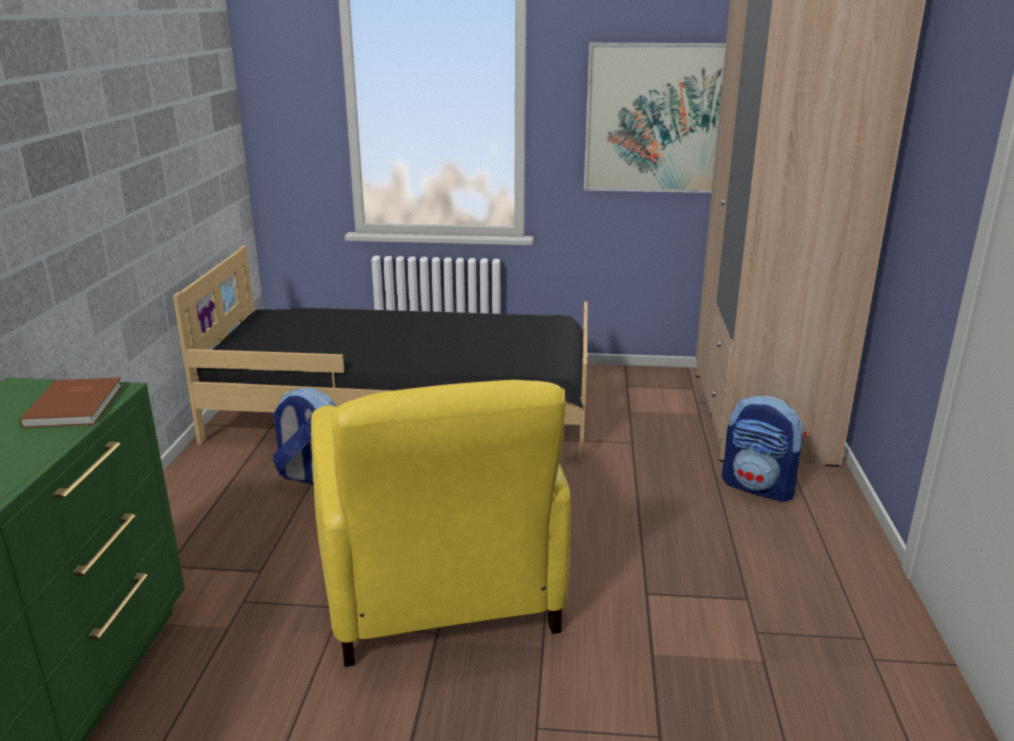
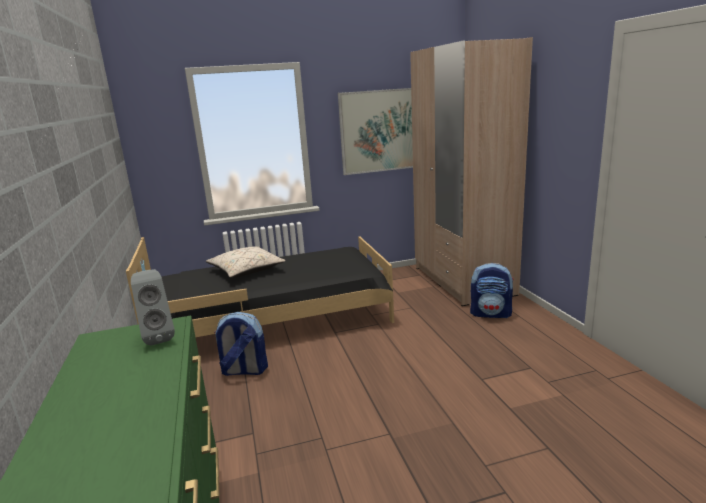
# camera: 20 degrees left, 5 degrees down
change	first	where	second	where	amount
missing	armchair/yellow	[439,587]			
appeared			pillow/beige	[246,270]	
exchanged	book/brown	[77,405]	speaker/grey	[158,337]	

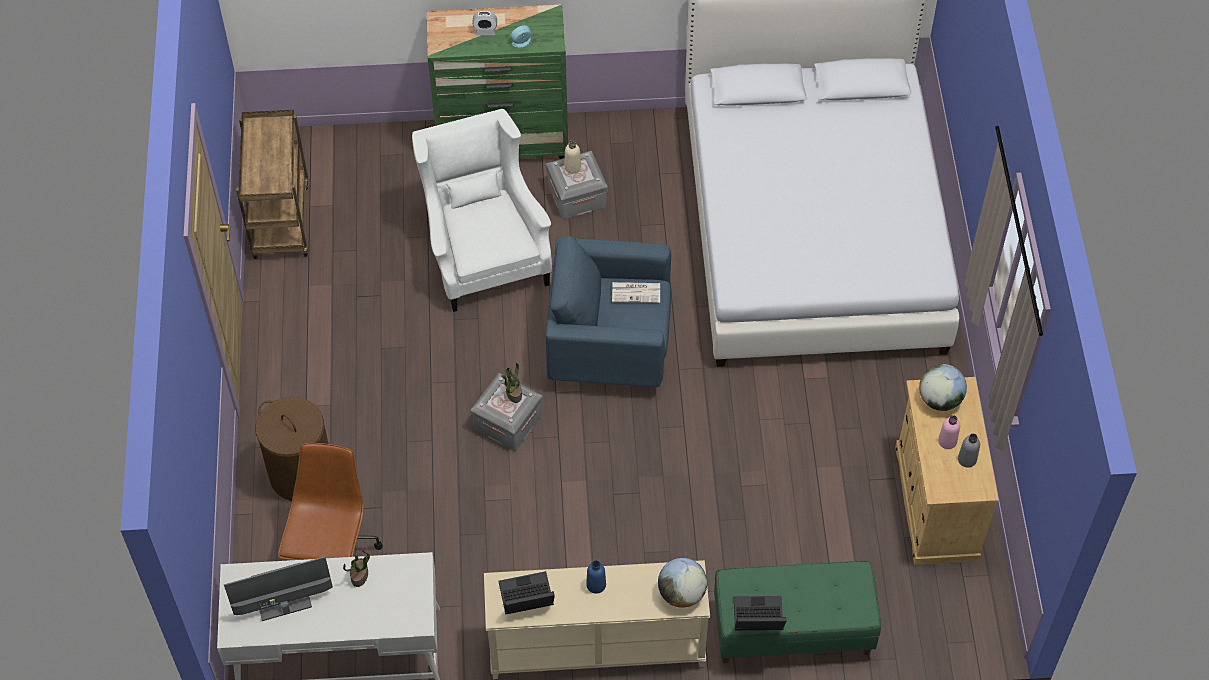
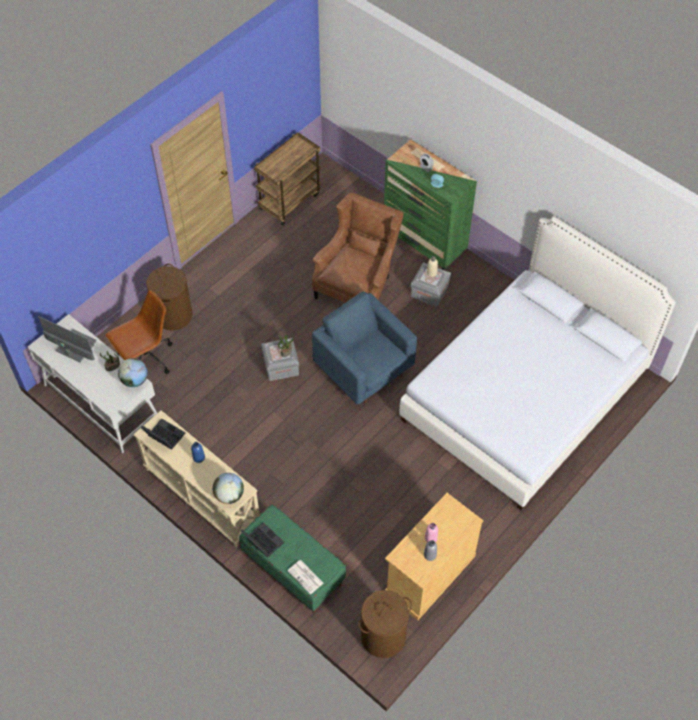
# camera: 45 degrees right, 0 degrees up
change	first	where	second	where	amount
appeared			laundry basket/brown	[383,636]	
relocated	newspaper	[637,292]		[306,577]	
relocated	globe	[940,399]		[135,380]	
colour	armchair/white	[484,253]	armchair/brown	[358,284]	

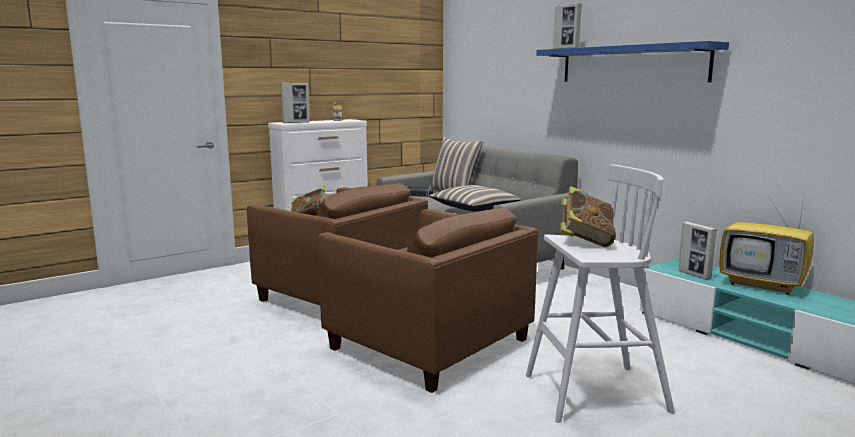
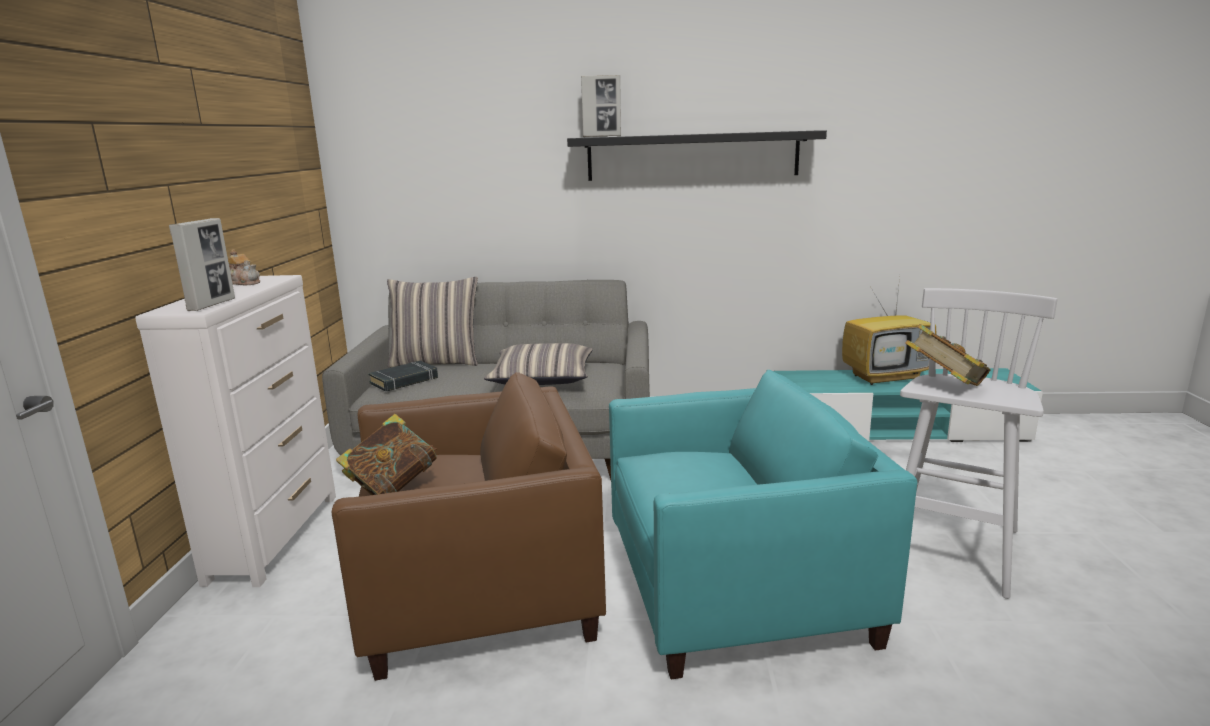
# camera: 50 degrees left, 5 degrees up
change	first	where	second	where	amount
missing	picture frame	[694,275]			
colour	armchair/brown	[429,344]	armchair/turquoise	[738,590]	
colour	shelf/blue	[631,64]	shelf/black	[692,156]	

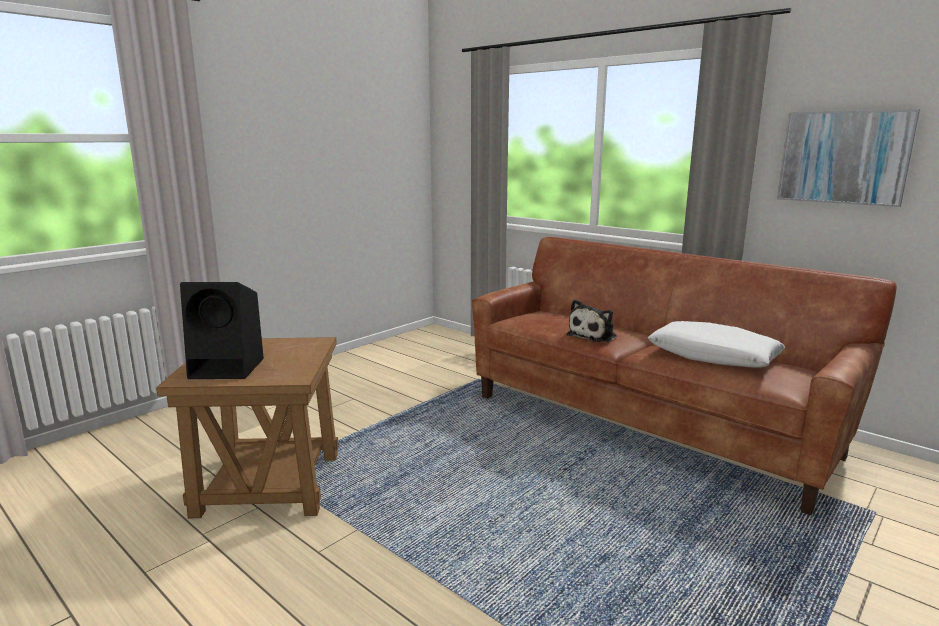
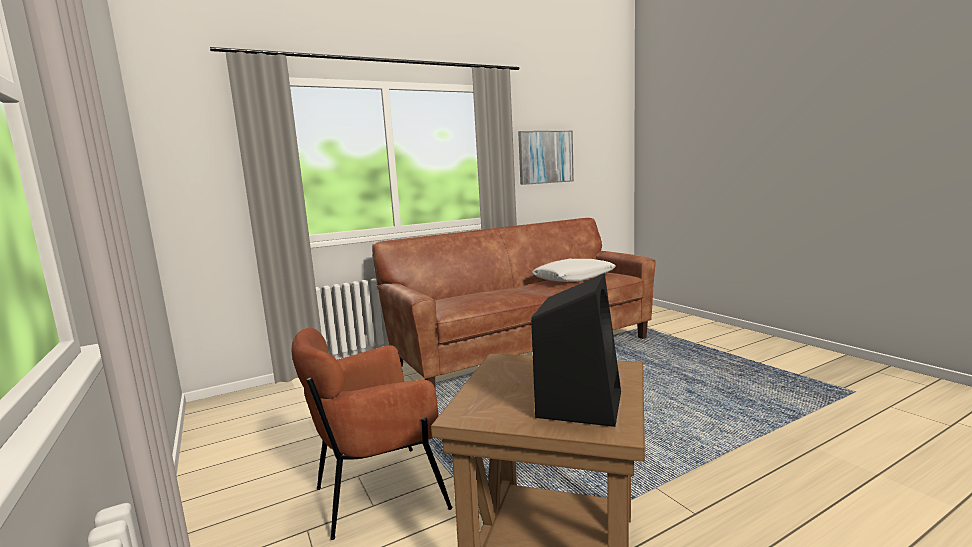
# camera: 70 degrees left, 5 degrees down
change	first	where	second	where	amount
missing	plush toy	[593,335]			
appeared			armchair/brown	[379,493]	

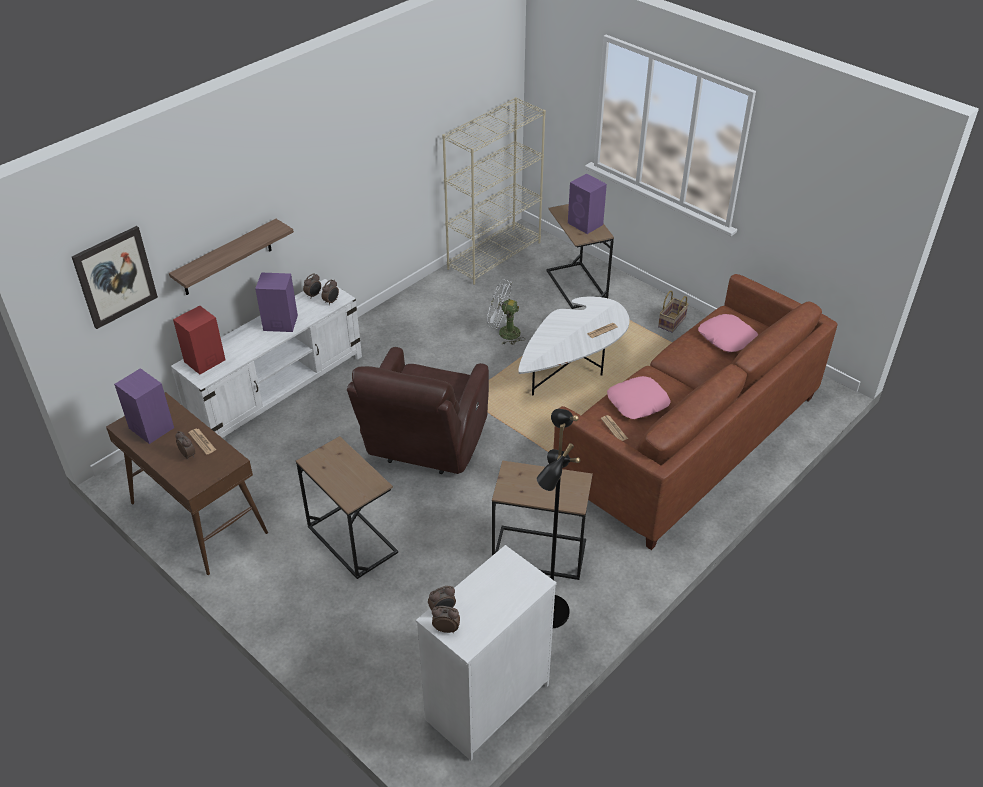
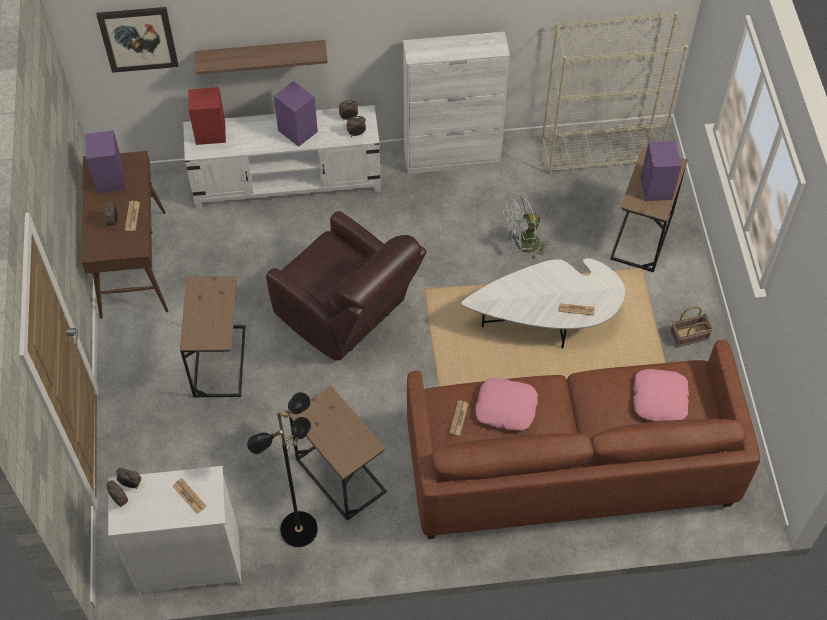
# camera: 40 degrees right, 15 degrees up
change	first	where	second	where	amount
appeared			newspaper	[189,496]	
appeared			cabinet/white	[452,158]	
spun	armchair/brown	[424,446]		[347,315]	105 degrees counterclockwise
spun	fan/white	[504,333]		[522,245]	75 degrees counterclockwise

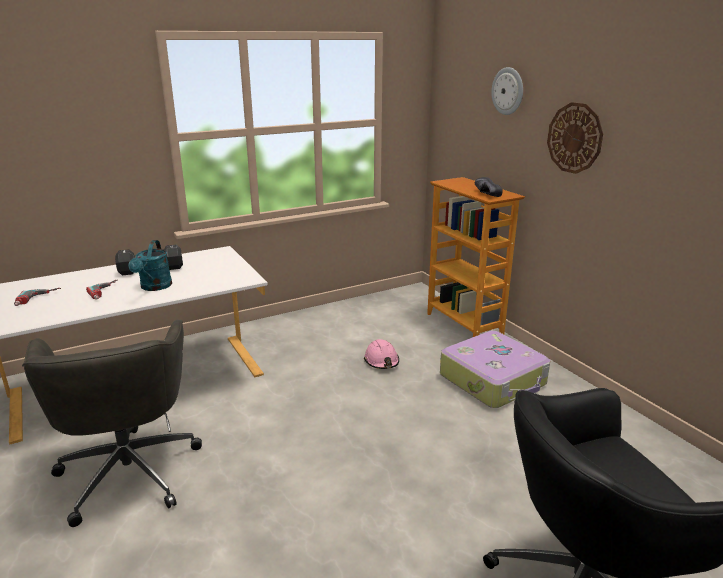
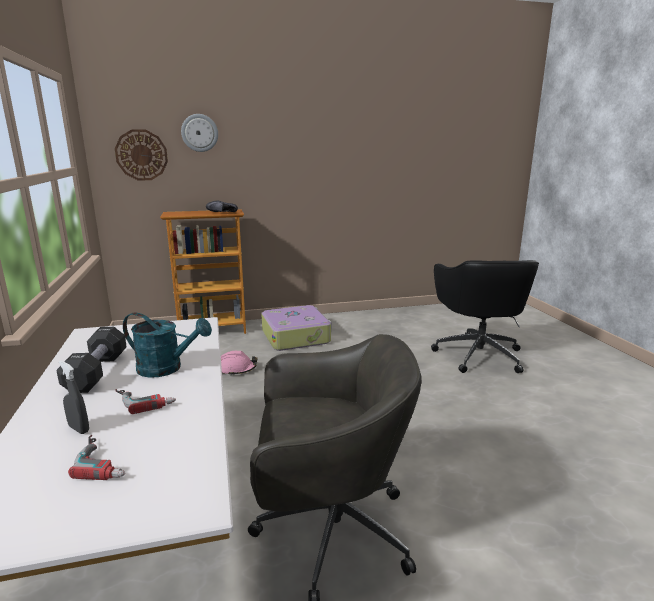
# camera: 75 degrees left, 5 degrees down
change	first	where	second	where	amount
appeared			spray bottle/grey	[79,429]	
relocated	wall clock	[574,138]		[141,155]	

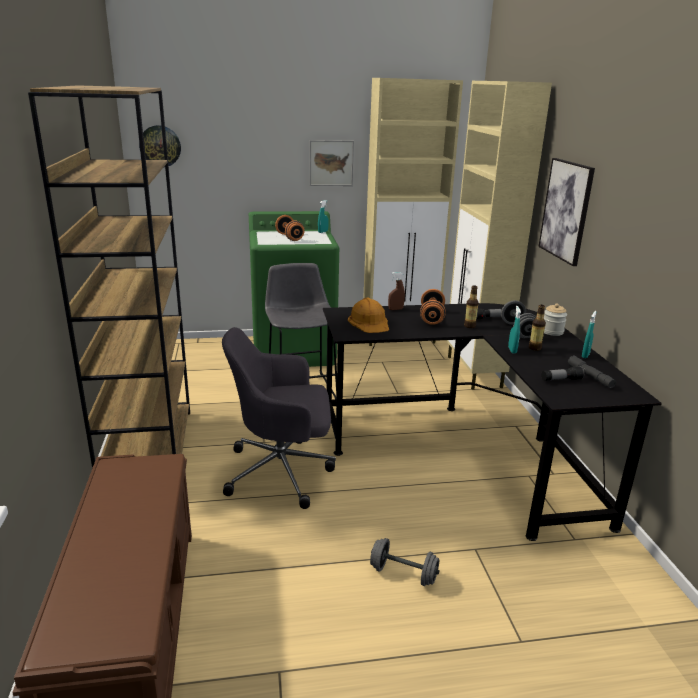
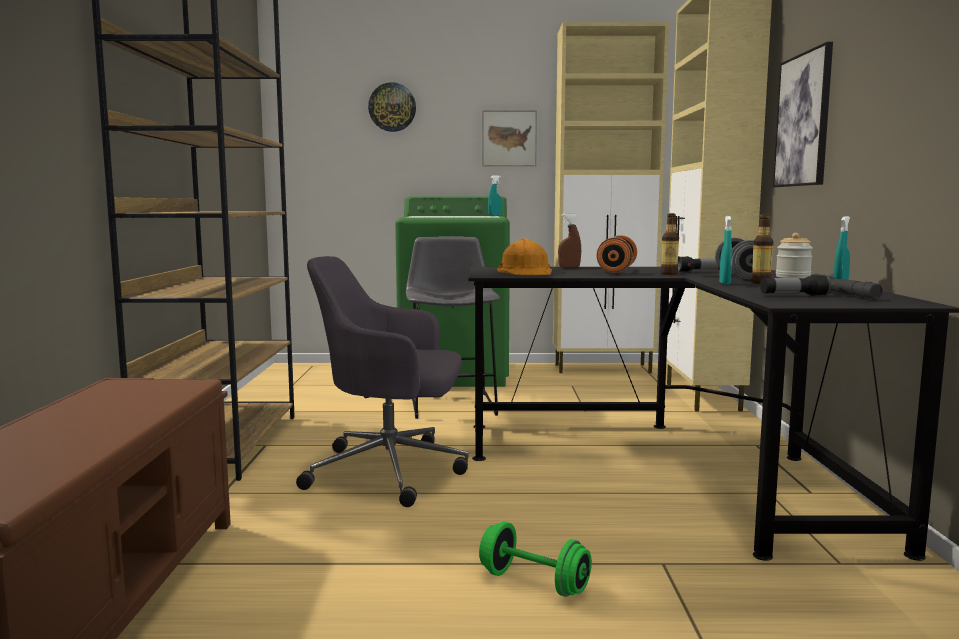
# camera: 10 degrees right, 15 degrees down
change	first	where	second	where	amount
missing	dumbbell/orange	[289,237]			
relocated	wall clock	[160,146]		[392,107]	
colour	dumbbell/grey	[403,574]	dumbbell/green	[534,582]	

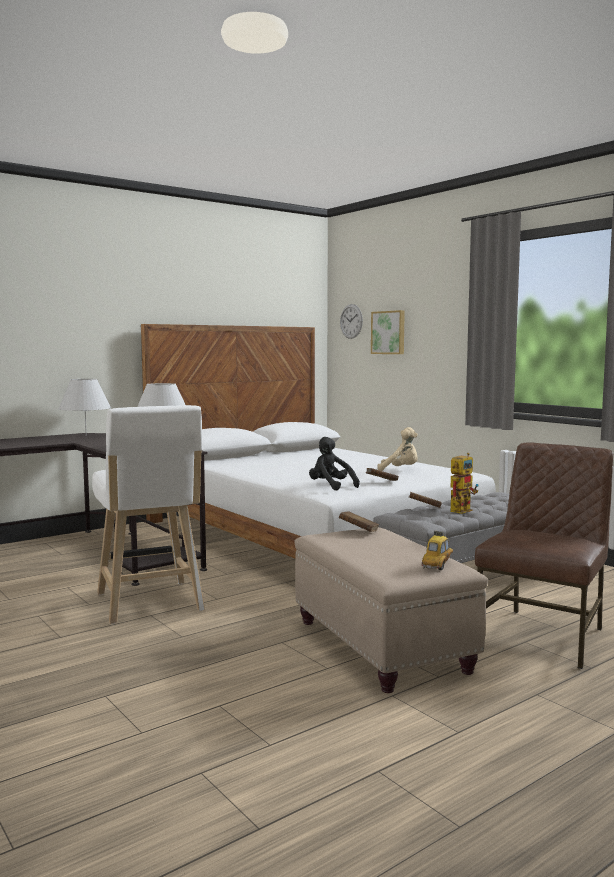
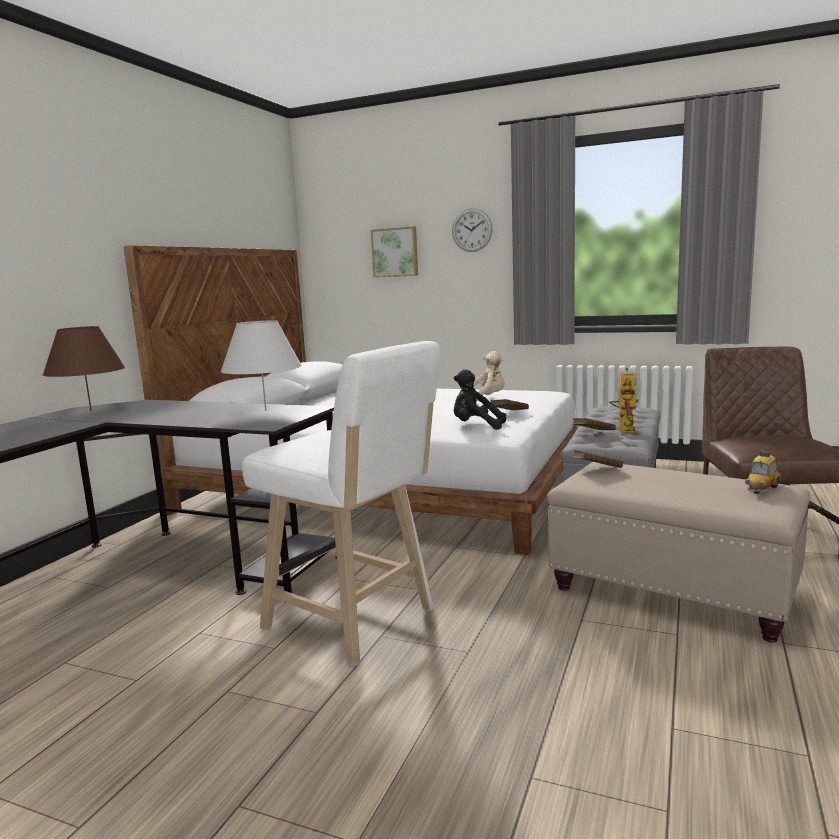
# camera: 30 degrees left, 5 degrees up
change	first	where	second	where	amount
relocated	wall clock	[351,321]		[472,230]	
colour	table lamp/white	[86,435]	table lamp/brown	[90,410]	
spun	toy car	[438,565]		[762,489]	135 degrees counterclockwise

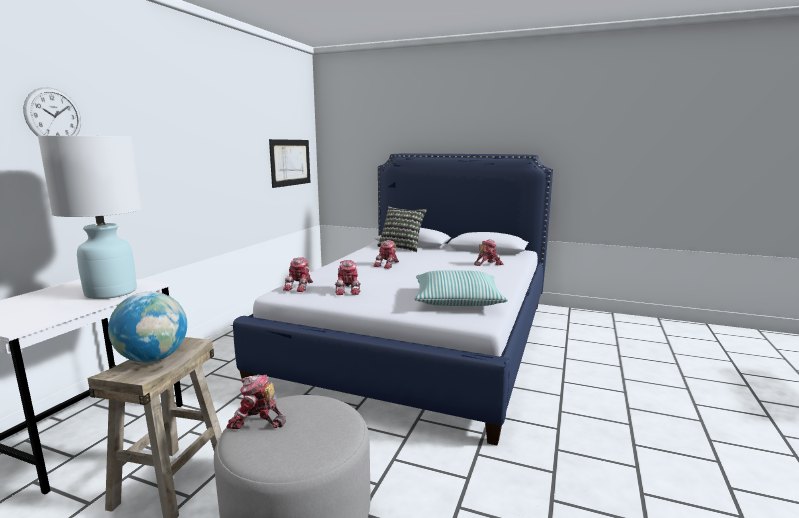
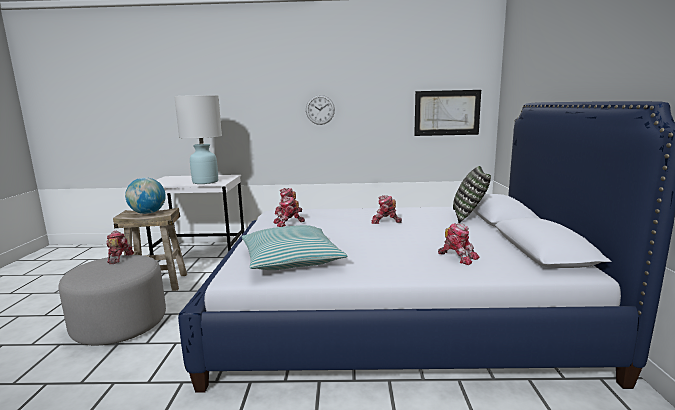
# camera: 70 degrees right, 0 degrees up
change	first	where	second	where	amount
relocated	wall clock	[53,116]		[320,109]	

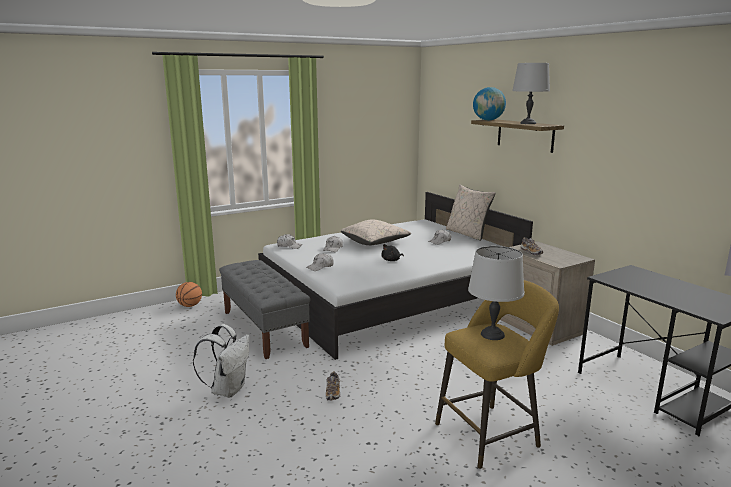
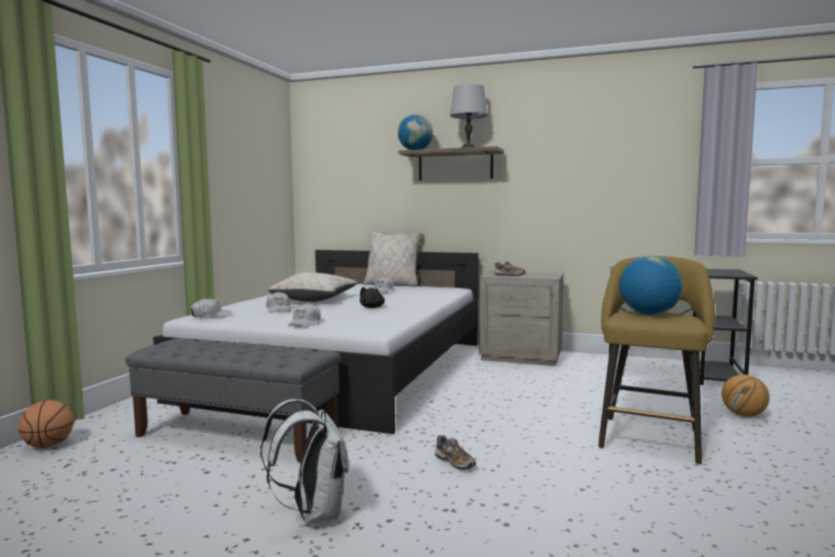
# camera: 40 degrees left, 10 degrees down
change	first	where	second	where	amount
appeared			basketball	[744,415]	
exchanged	table lamp/grey	[492,334]	globe	[648,314]	

